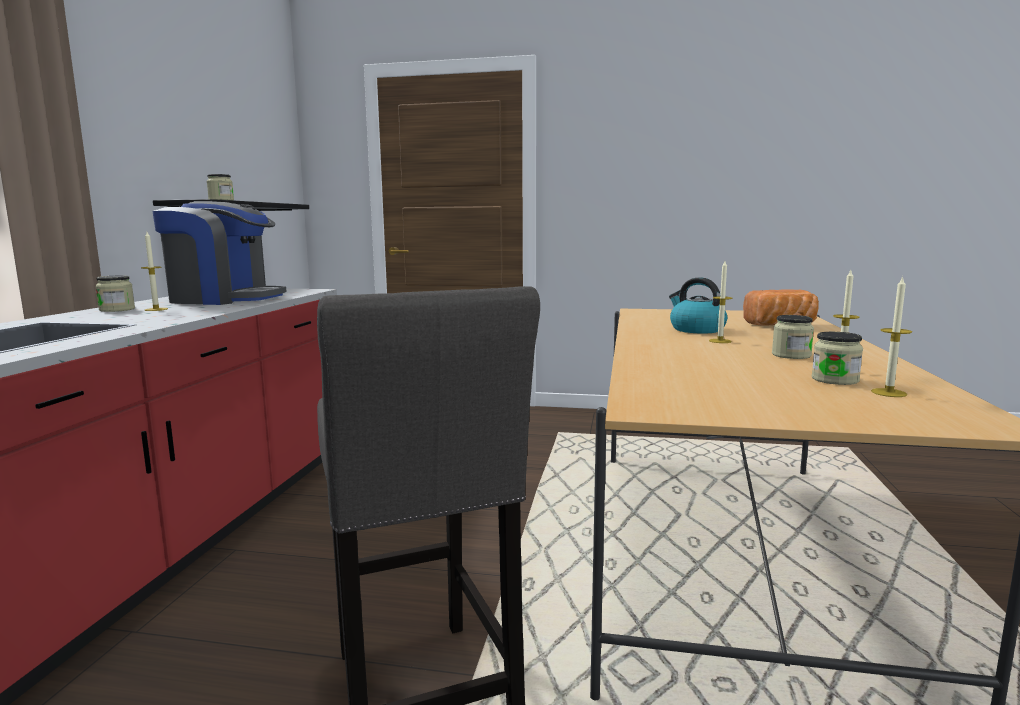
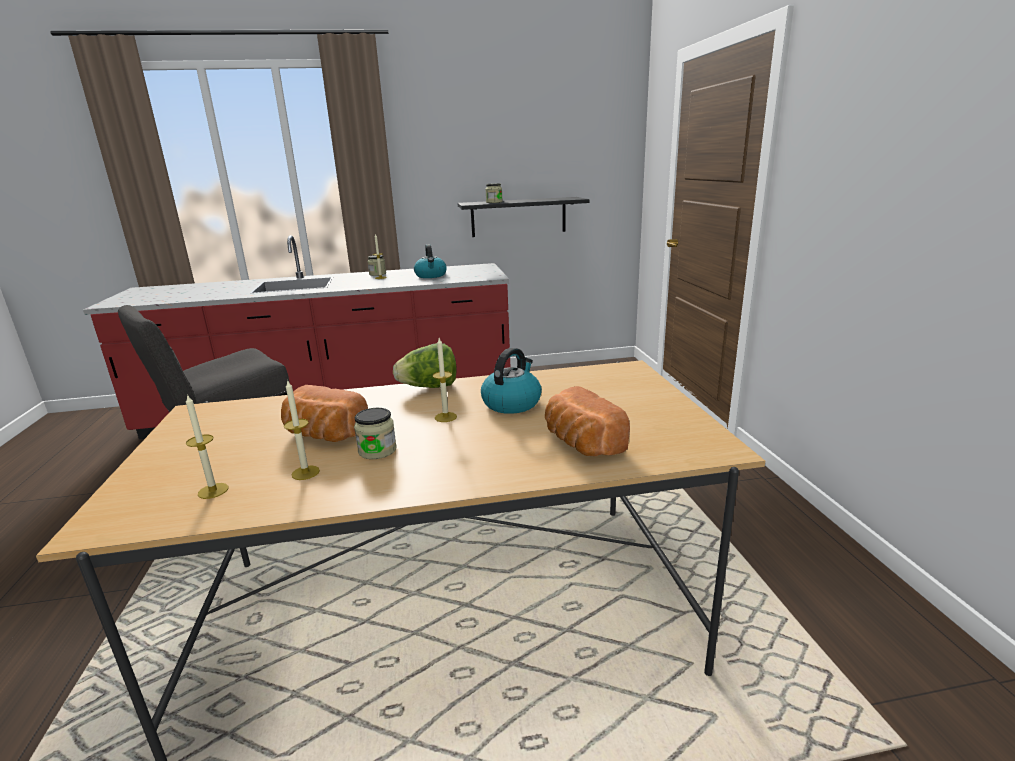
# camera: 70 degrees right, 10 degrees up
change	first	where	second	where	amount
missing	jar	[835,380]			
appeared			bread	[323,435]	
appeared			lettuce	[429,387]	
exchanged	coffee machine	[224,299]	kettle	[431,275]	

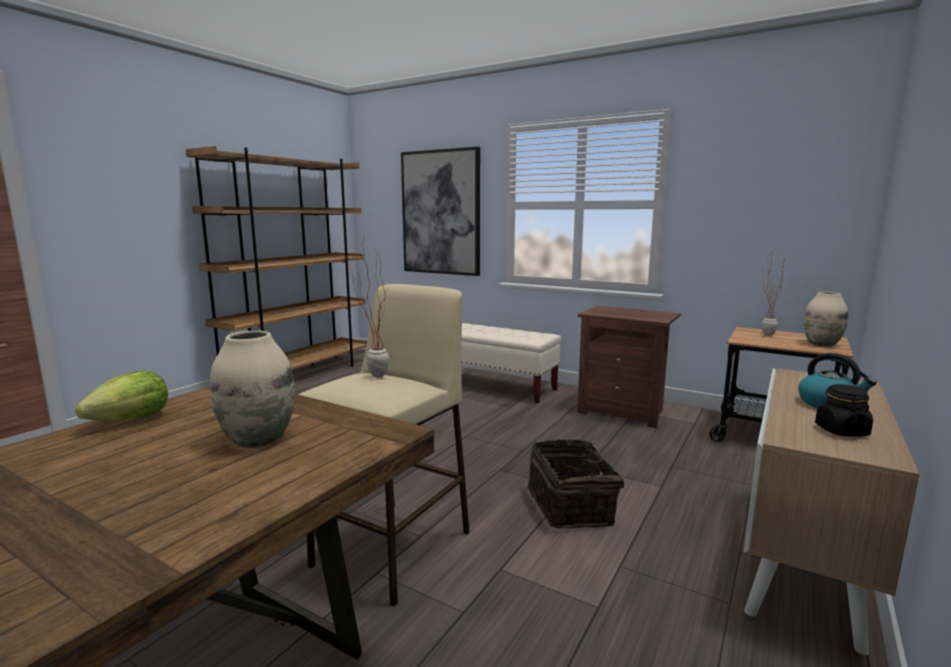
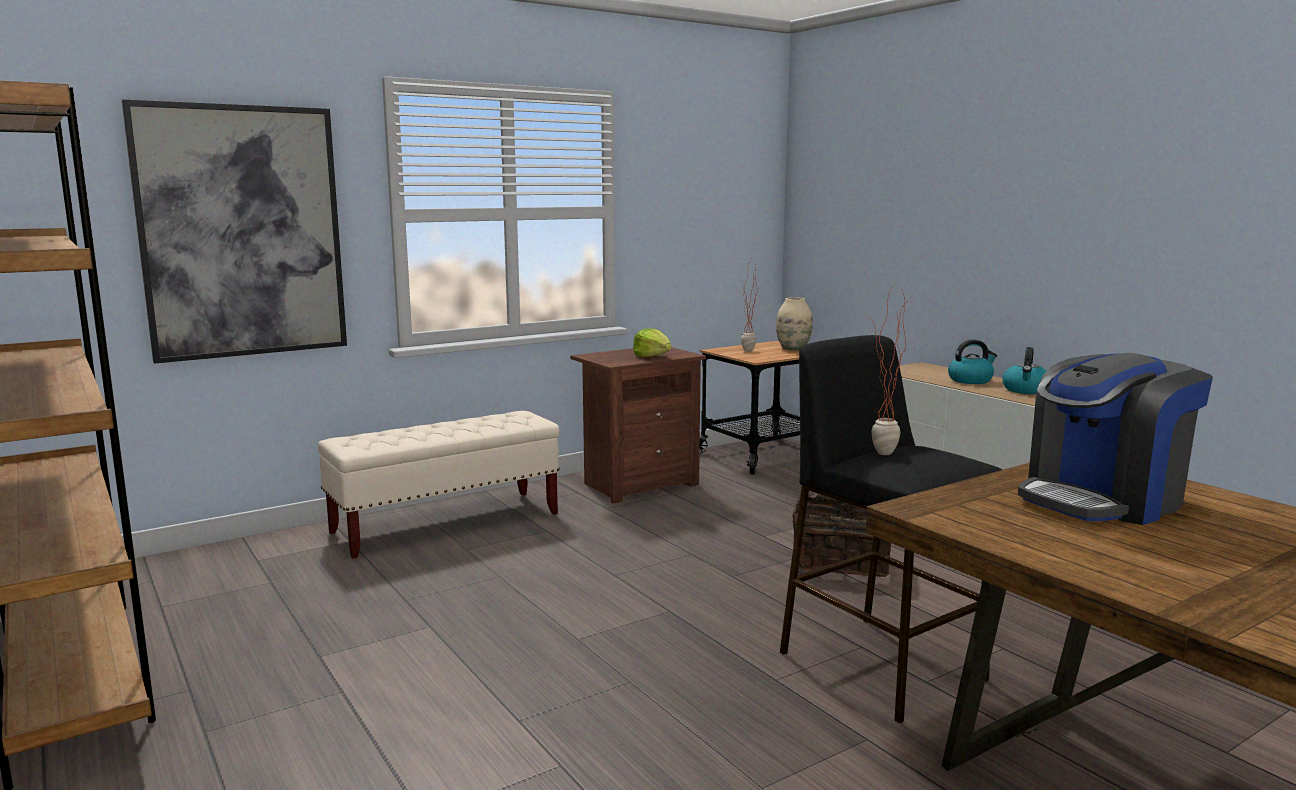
# camera: 65 degrees left, 0 degrees up
change	first	where	second	where	amount
relocated	lettuce	[131,420]		[652,356]	
exchanged	vase/beige	[258,439]	coffee machine	[1103,500]	
exchanged	jar/black	[841,431]	kettle	[1026,390]	
colour	stool/beige	[393,547]	stool/black	[880,665]	

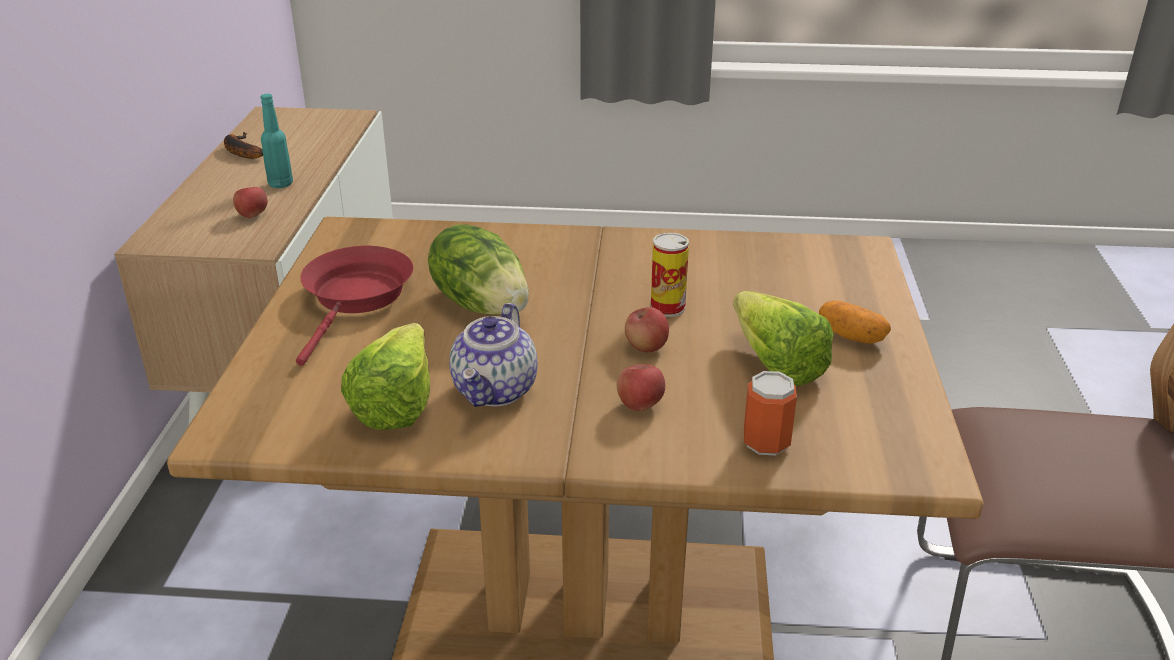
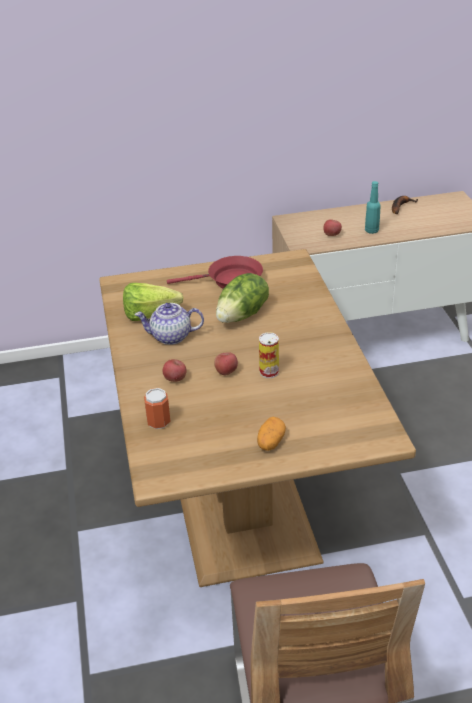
# camera: 75 degrees right, 5 degrees up
change	first	where	second	where	amount
missing	lettuce	[772,360]			

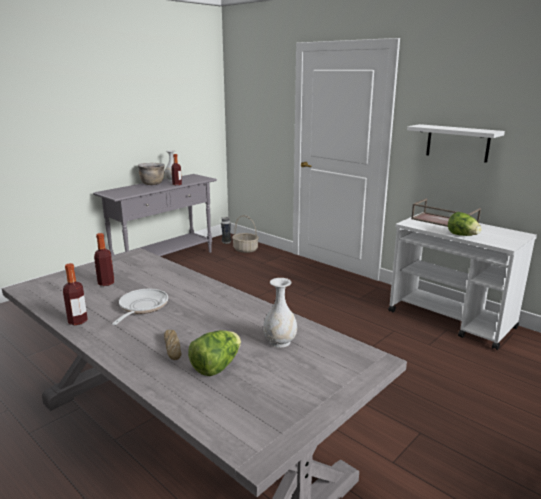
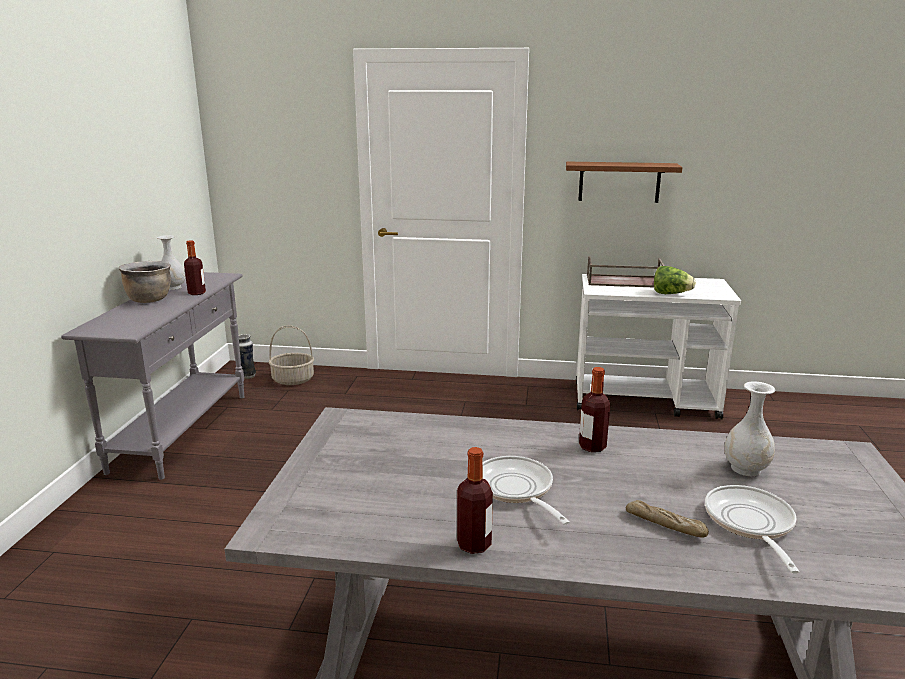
# camera: 35 degrees left, 0 degrees up
change	first	where	second	where	amount
relocated	bottle	[106,283]		[592,447]	
exchanged	lettuce	[216,366]	frying pan	[750,524]	
colour	shelf/white	[457,143]	shelf/brown	[619,182]	

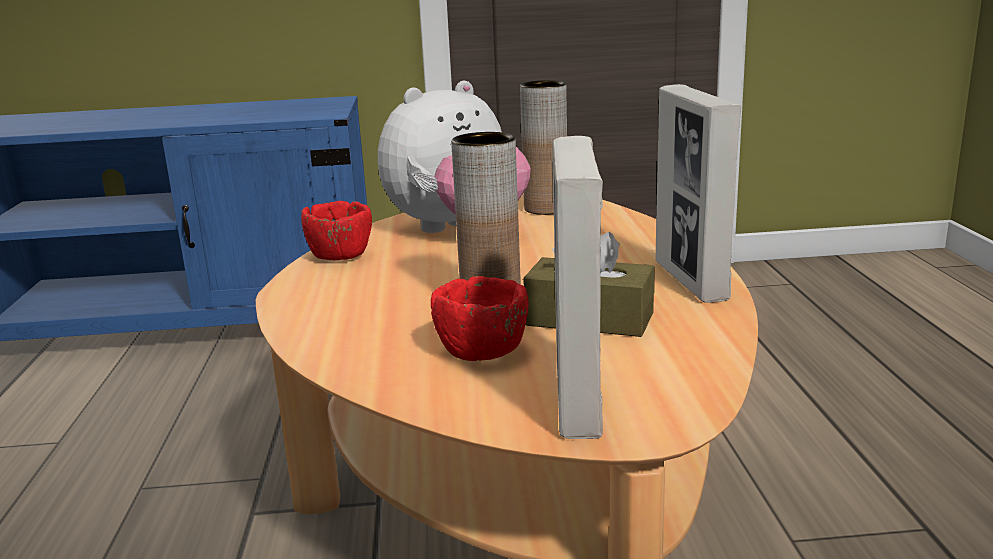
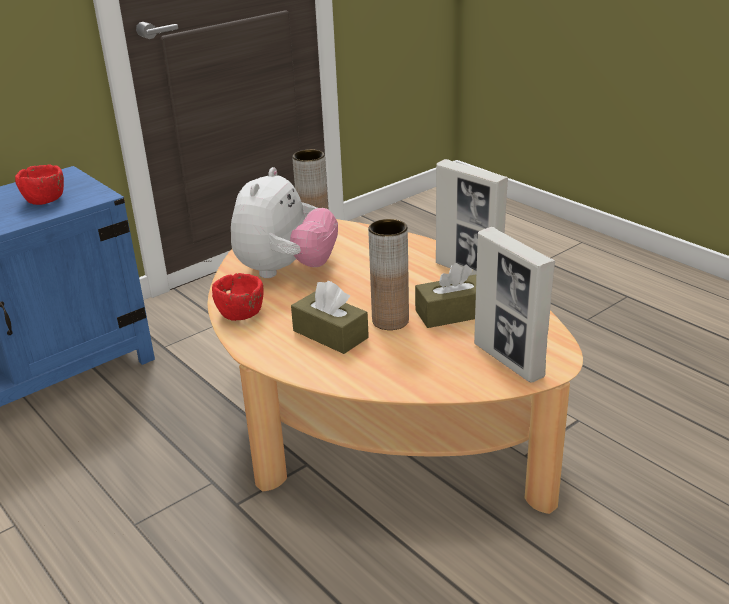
# camera: 35 degrees left, 10 degrees up
change	first	where	second	where	amount
appeared			tissue box/brown	[330,334]	
relocated	bowl/red	[483,351]		[45,200]	

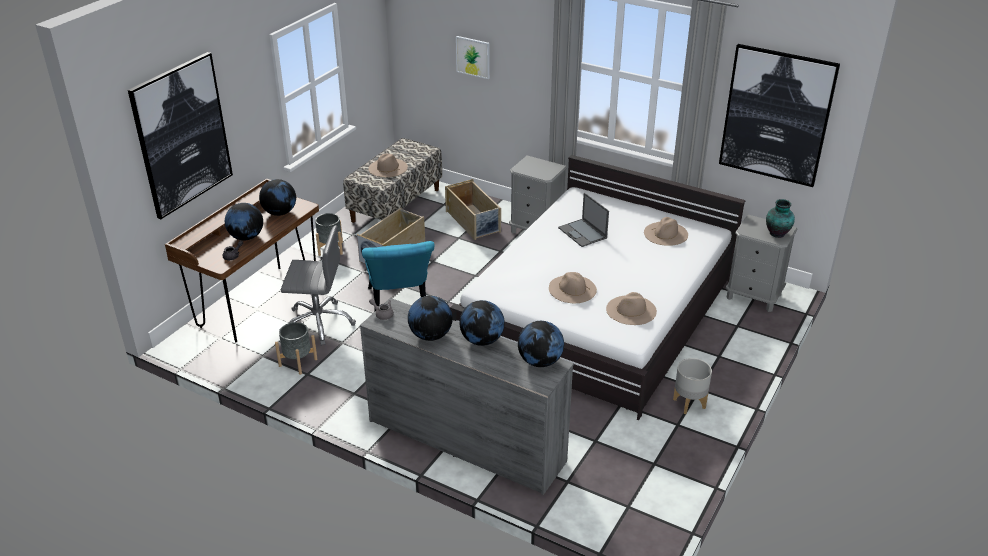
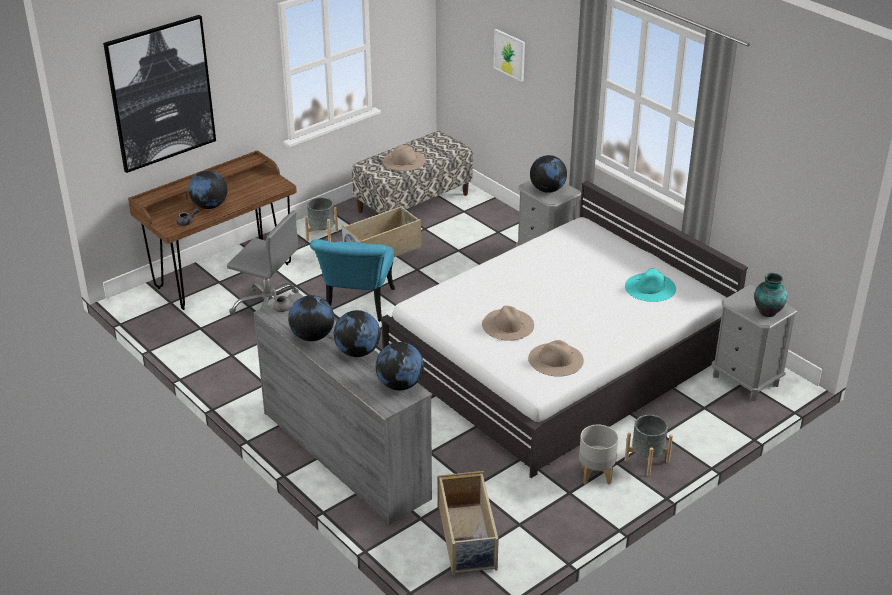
# camera: 20 degrees right, 0 degrees up
change	first	where	second	where	amount
missing	laptop	[583,233]			
missing	picture	[776,115]			
relocated	globe	[280,213]		[547,190]	
relocated	planter/grey	[298,362]		[647,461]	
relocated	storage box/beige	[473,222]		[467,539]	
colour	hat/beige	[666,233]	hat/turquoise	[650,287]	

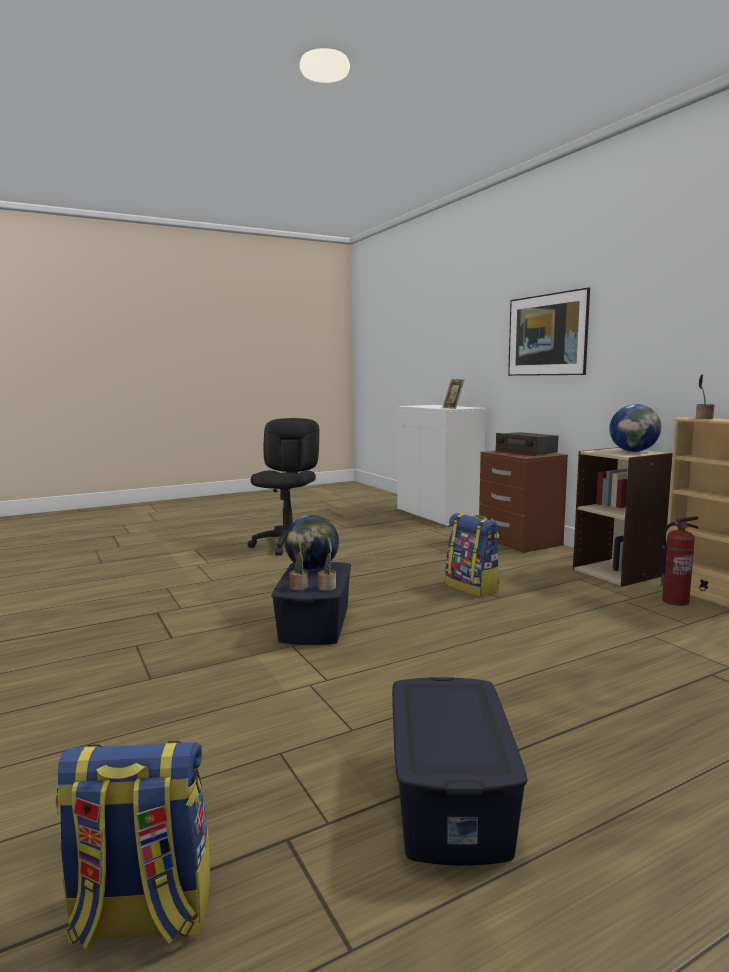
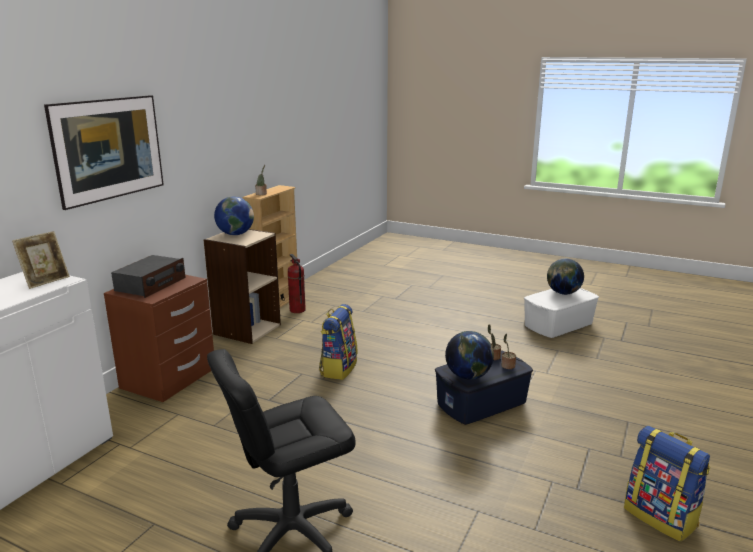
# camera: 125 degrees left, 10 degrees up
change	first	where	second	where	amount
appeared			globe	[563,293]	
relocated	backpack	[141,917]		[661,517]	
colour	storage box/blue	[451,797]	storage box/white	[558,324]	

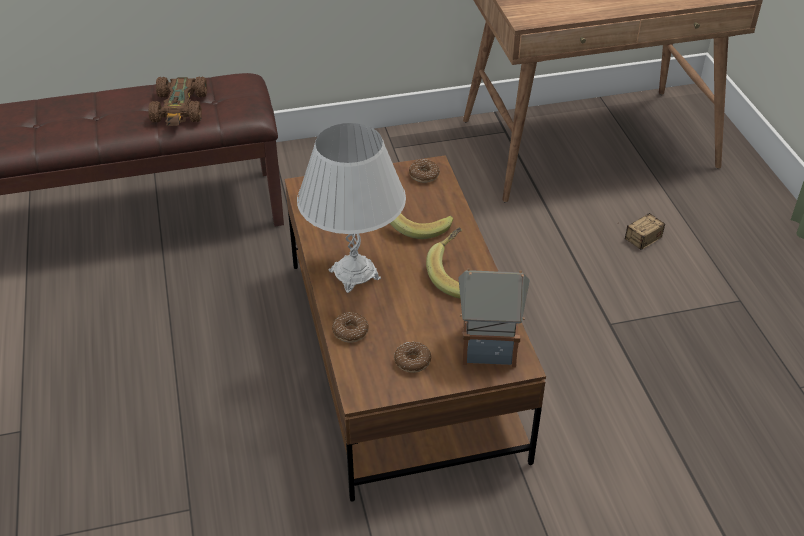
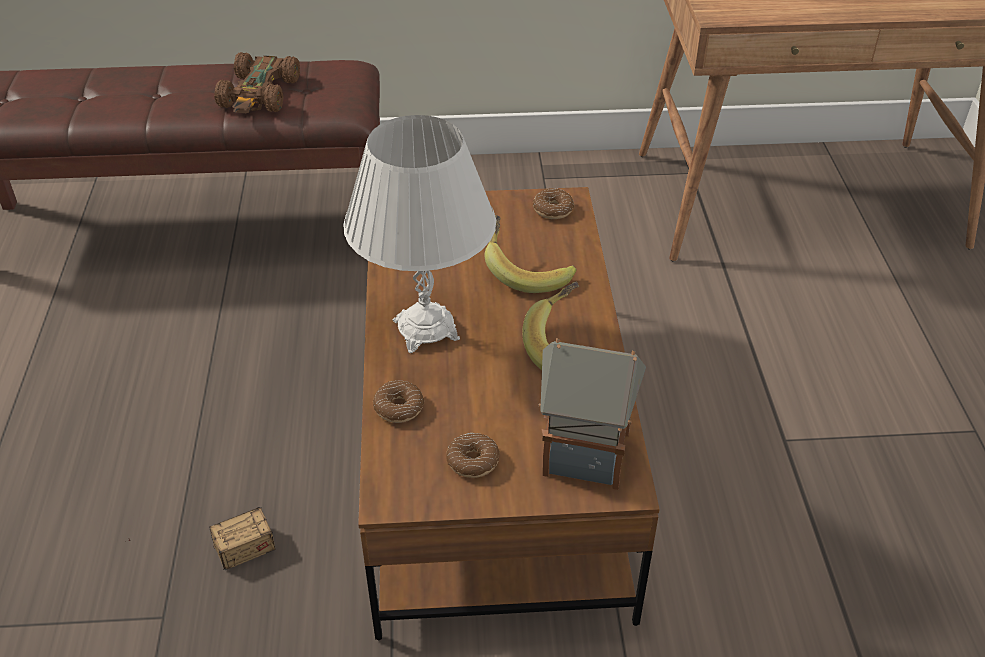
# camera: 10 degrees right, 0 degrees up
change	first	where	second	where	amount
relocated	storage box	[628,247]		[209,562]	

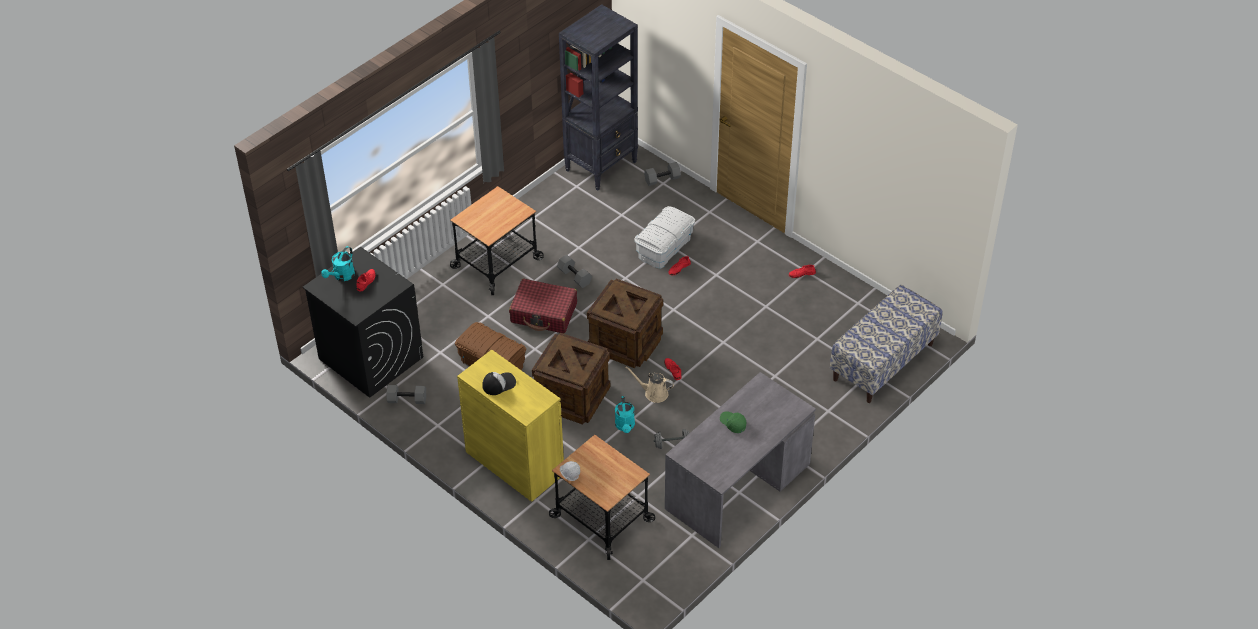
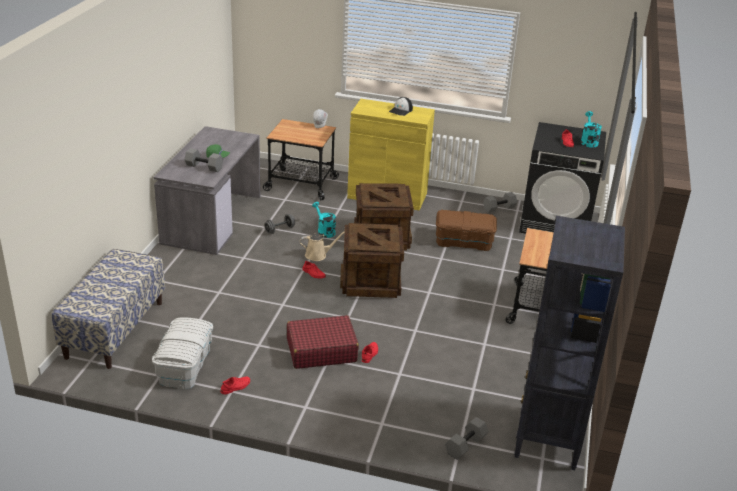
# camera: 150 degrees right, 15 degrees down
change	first	where	second	where	amount
relocated	suitcase/red	[544,313]		[321,350]	
relocated	dumbbell/grey	[574,277]		[204,166]	
relocated	storage box/white	[664,248]		[184,365]	

